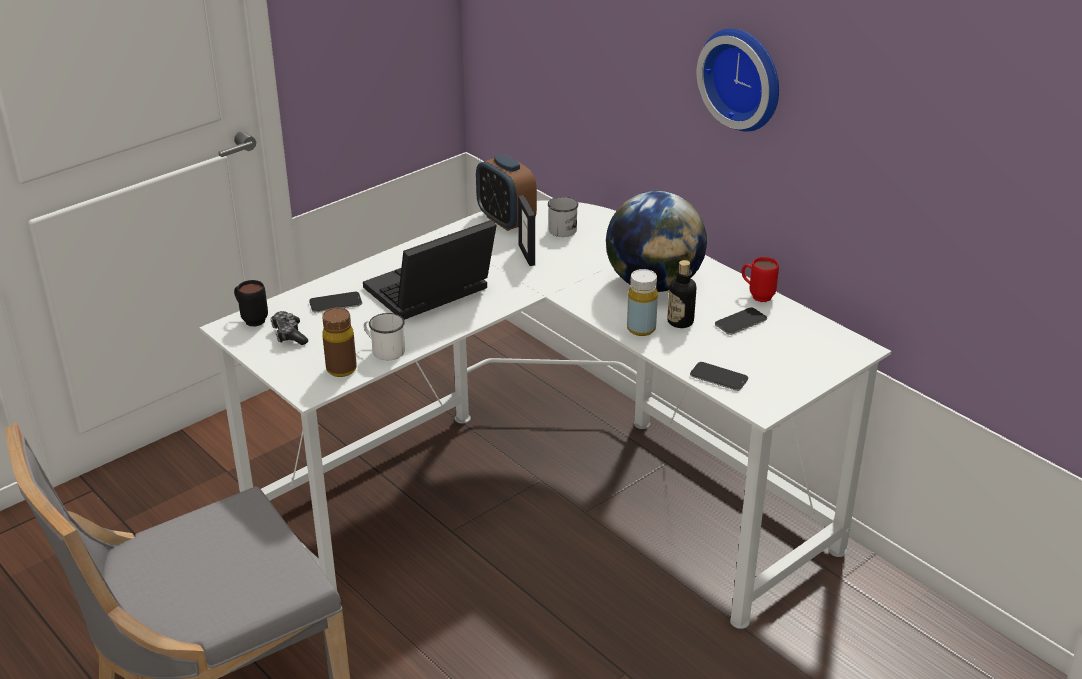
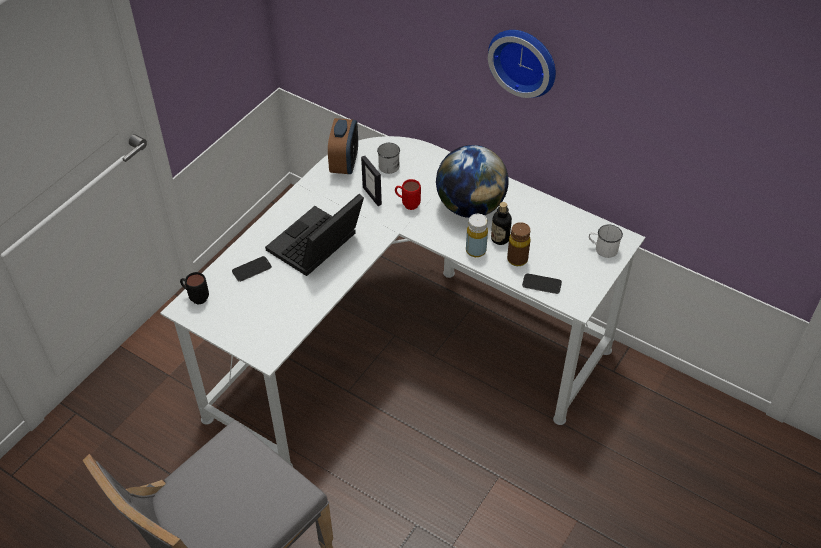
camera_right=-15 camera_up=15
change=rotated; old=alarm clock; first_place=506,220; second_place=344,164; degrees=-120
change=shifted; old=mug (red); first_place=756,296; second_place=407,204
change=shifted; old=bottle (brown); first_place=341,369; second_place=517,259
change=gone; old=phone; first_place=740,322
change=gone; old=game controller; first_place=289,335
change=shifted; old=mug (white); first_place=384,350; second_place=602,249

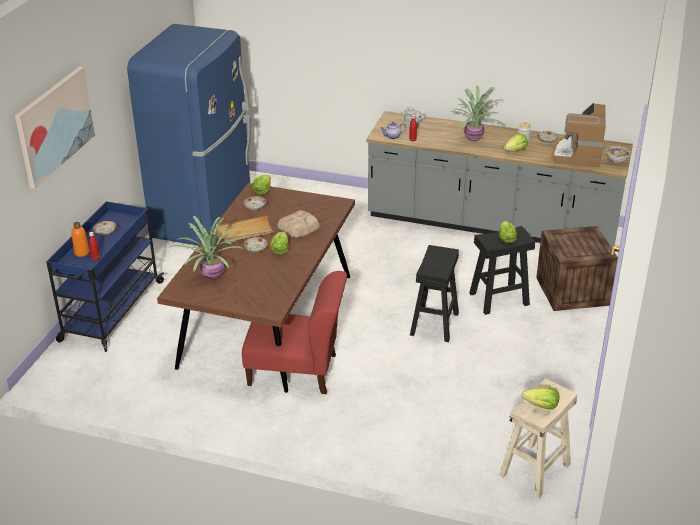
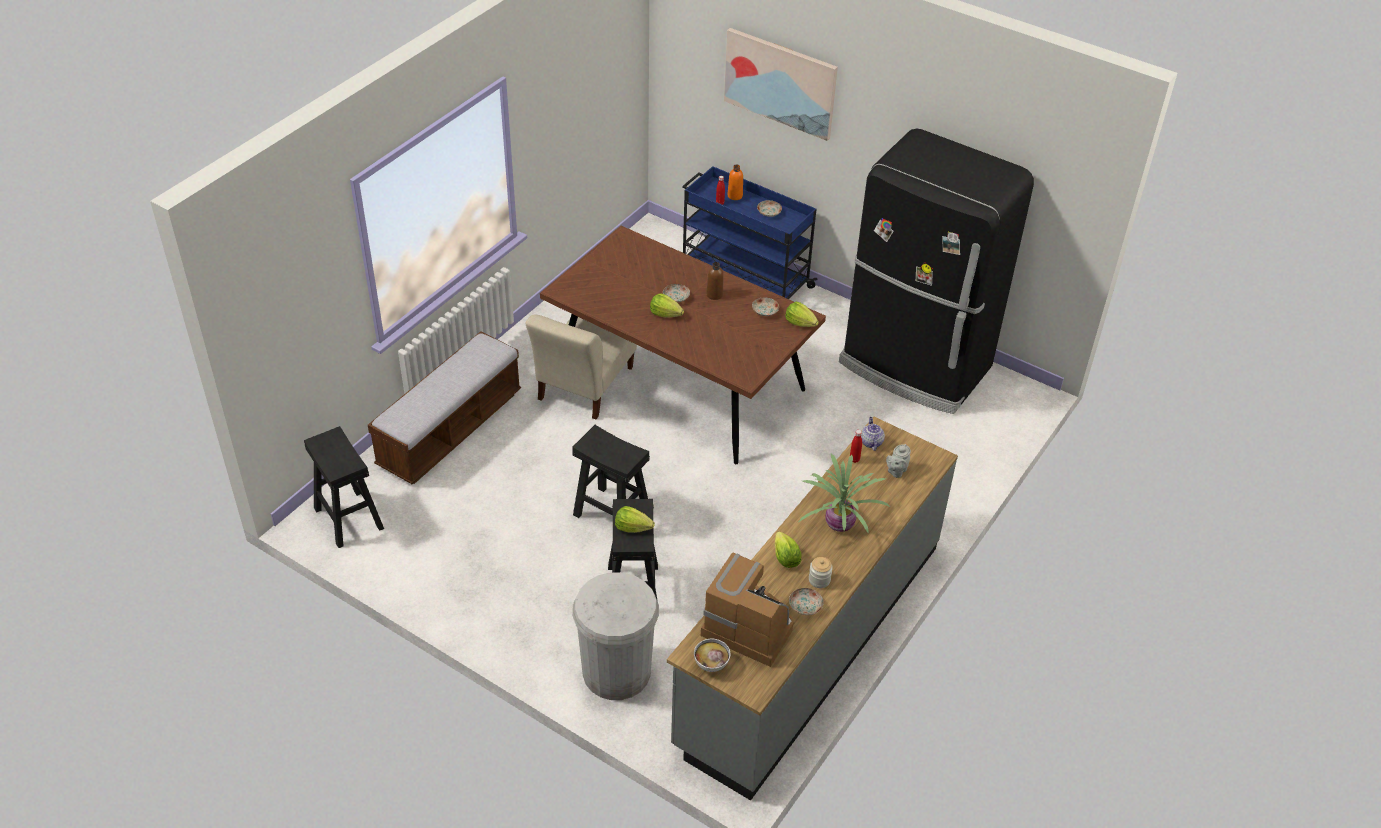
camera_right=105 camera_up=10
change=repainted; old=fridge (blue); new=fridge (black); first_place=205,217; second_place=915,366
change=gone; old=bread; first_place=299,227
change=gone; old=potted plant; first_place=211,275
change=swapped; old=tray (beige); new=bottle (brown); first_place=243,232; second_place=714,294
change=swapped; old=crate; new=trash can (white); first_place=572,291; second_place=616,672
change=repainted; old=chair (red); new=chair (beige); first_place=297,371; second_place=583,386
change=repainted; old=stool (beige); new=stool (black); first_place=535,470; second_place=348,518
change=gone; old=lettuce; first_place=541,405
change=new; new=bench; second_place=450,429

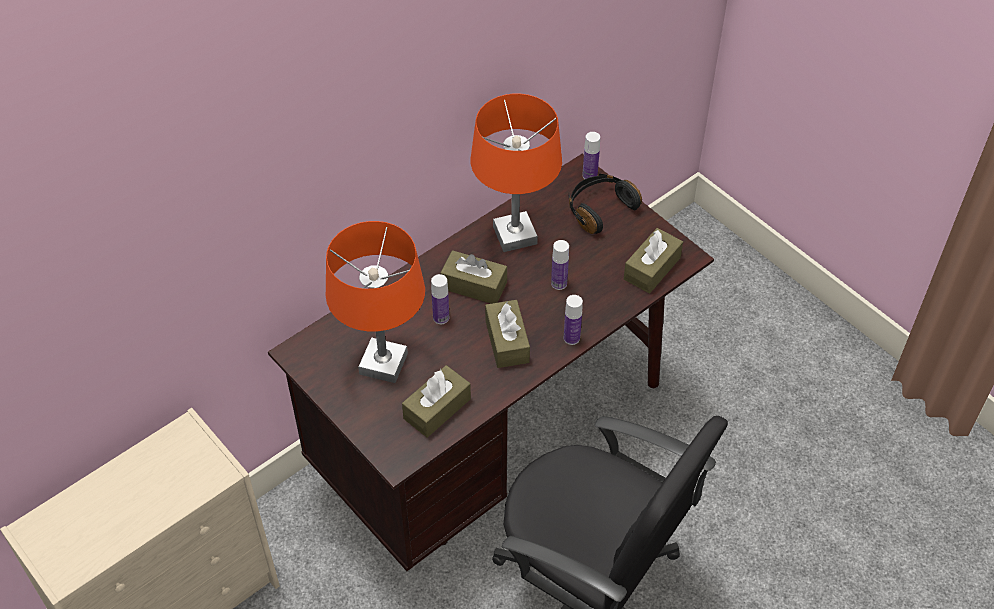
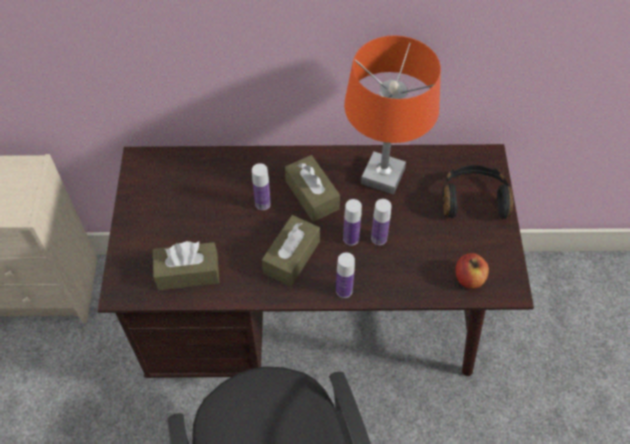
camera_right=40 camera_up=5
change=shifted; old=bottle; first_place=589,175; second_place=351,238
change=gone; old=table lamp (orange); first_place=383,364
change=swapped; old=tissue box (brown); new=apple; first_place=652,268; second_place=469,278

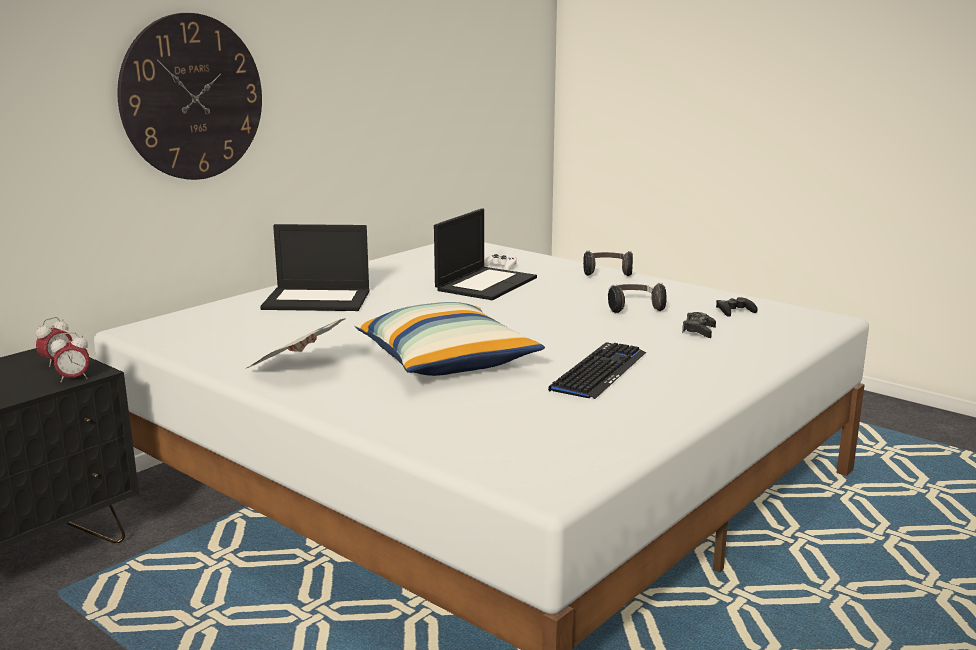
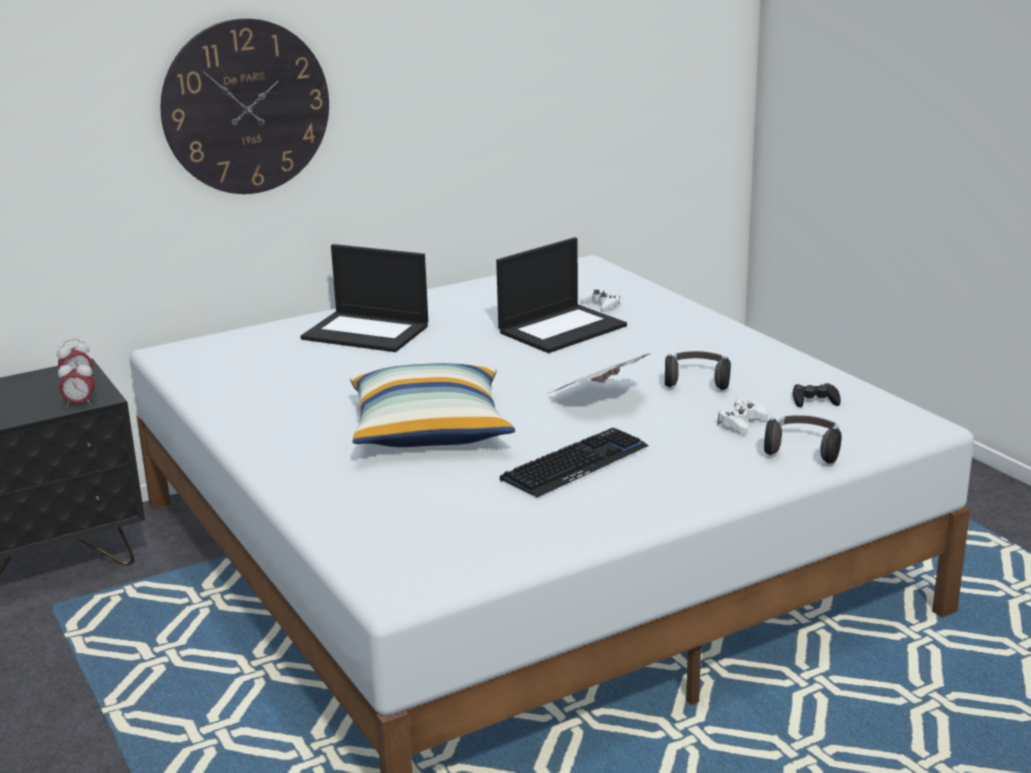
camera_right=20 camera_up=5
change=shifted; old=headphones; first_place=607,273; second_place=803,451
change=repainted; old=game controller (black); new=game controller (white); first_place=698,331; second_place=741,423
change=shifted; old=newspaper; first_place=297,369; second_place=598,399

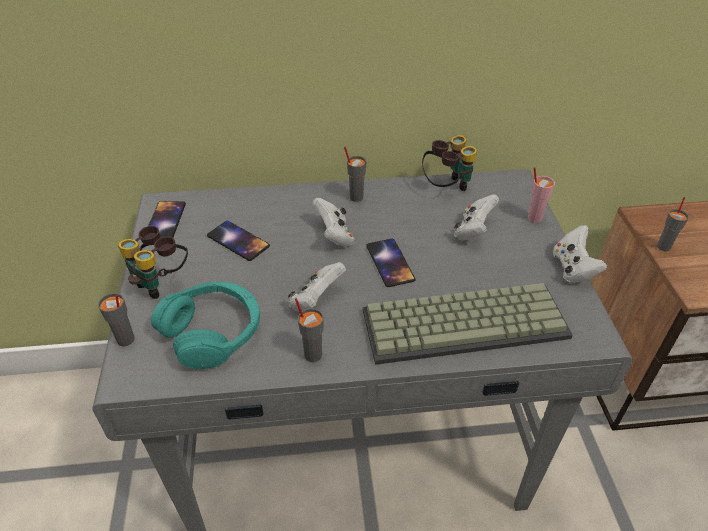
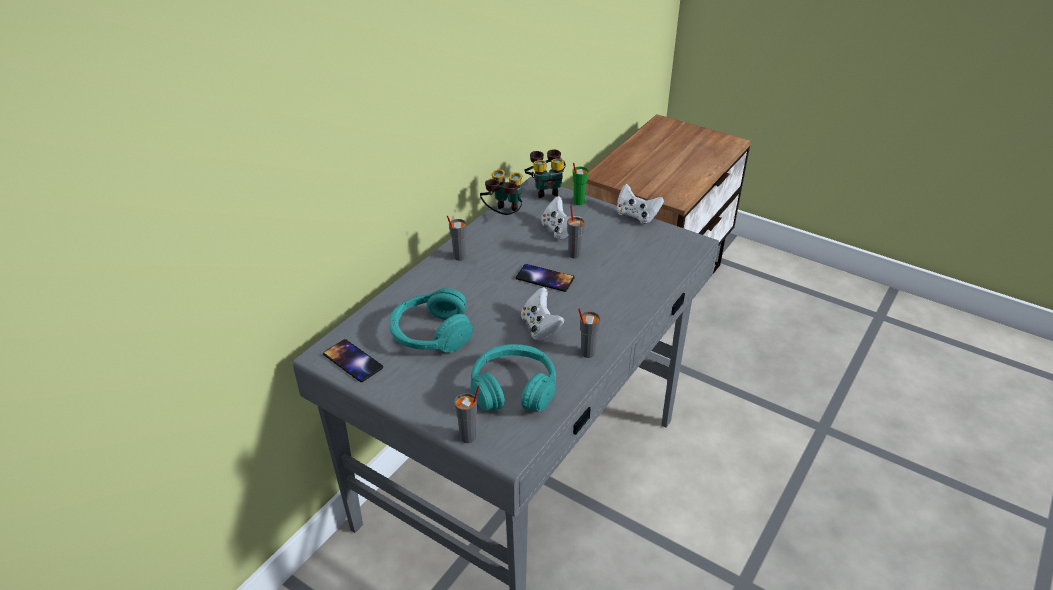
camera_right=-50 camera_up=-5
change=repainted; old=cup (pink); new=cup (green); first_place=534,218; second_place=578,202
change=shifted; old=cup (grey); first_place=664,246; second_place=574,254
change=gone; old=game controller (white); first_place=334,236
change=swapped; old=phone; new=headphones (turquoise); first_place=238,241; second_place=431,333
change=shifted; old=binoculars; first_place=162,282; second_place=546,190
change=gone; old=keyboard; first_place=465,321

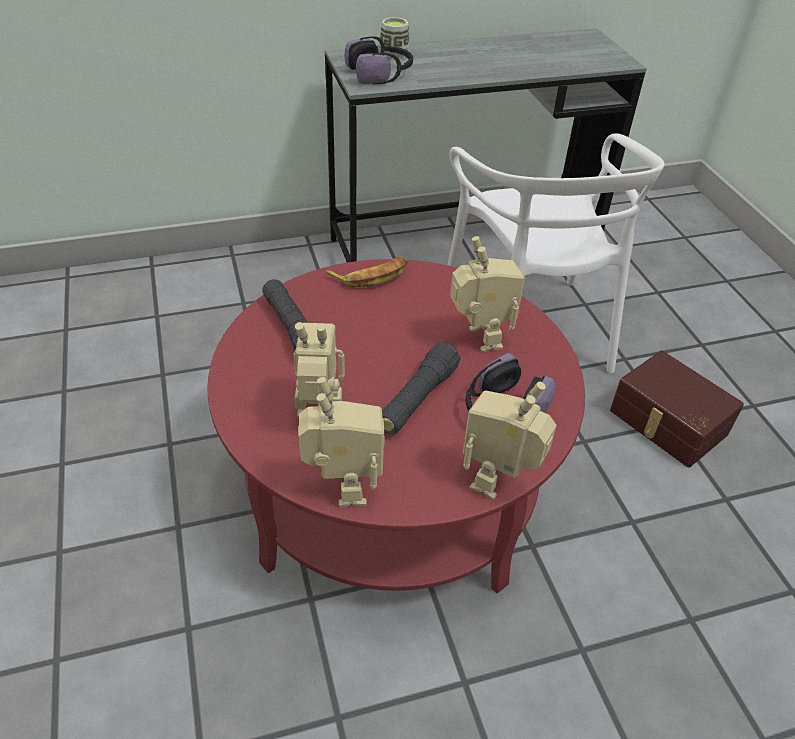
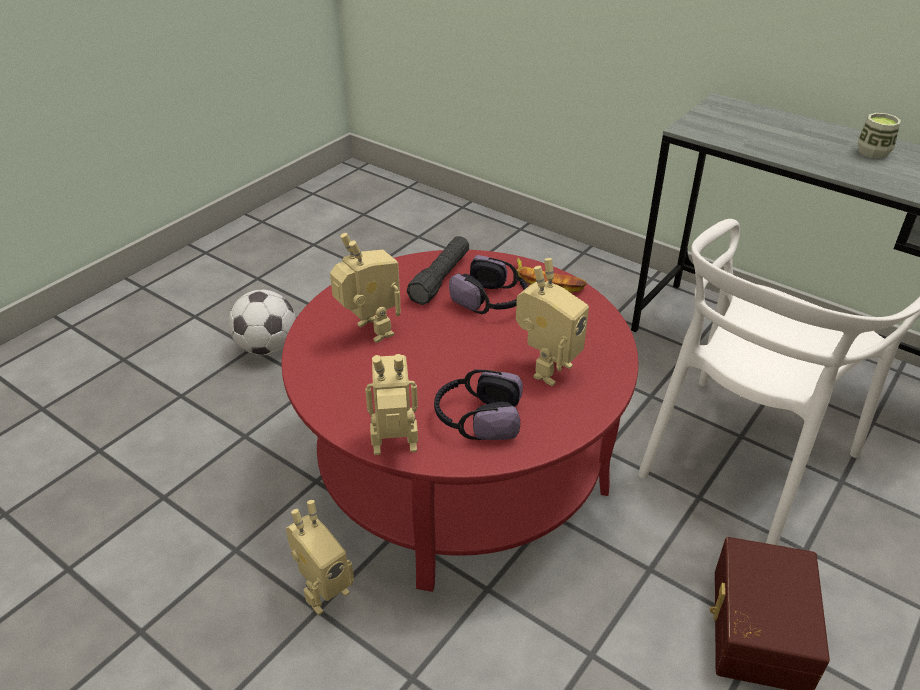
camera_right=55 camera_up=-5
change=shifted; old=cup; first_place=394,53; second_place=873,152
change=shifted; old=headphones; first_place=381,74; second_place=491,301
change=gone; old=flashlight (black); first_place=417,399
change=shifted; old=toy robot; first_place=342,488; second_place=323,592
change=new; new=football; second_place=267,347

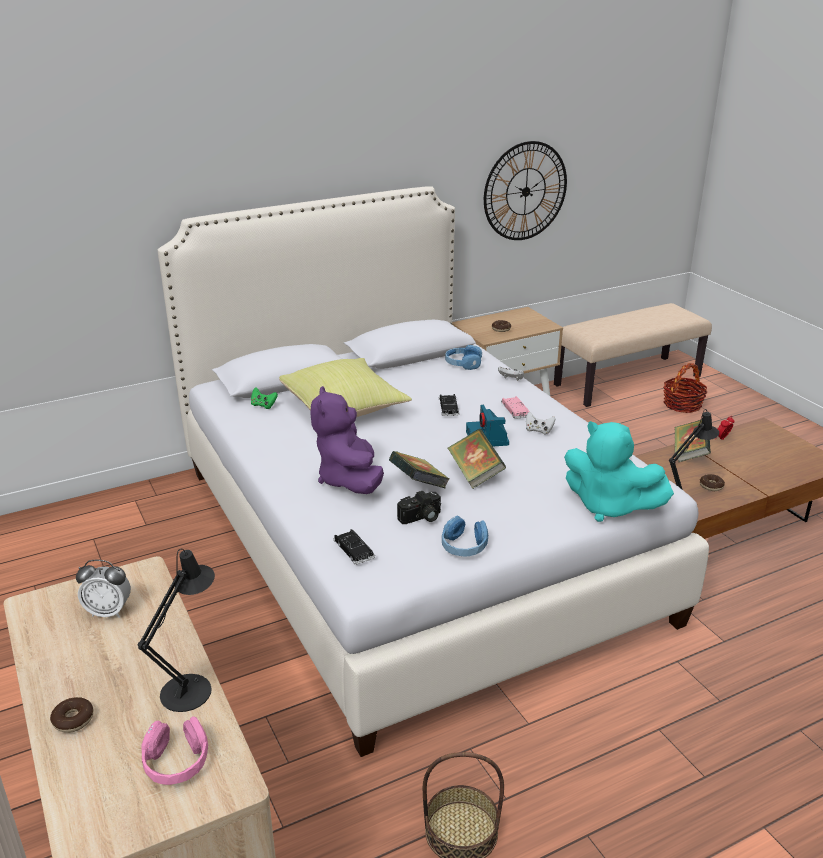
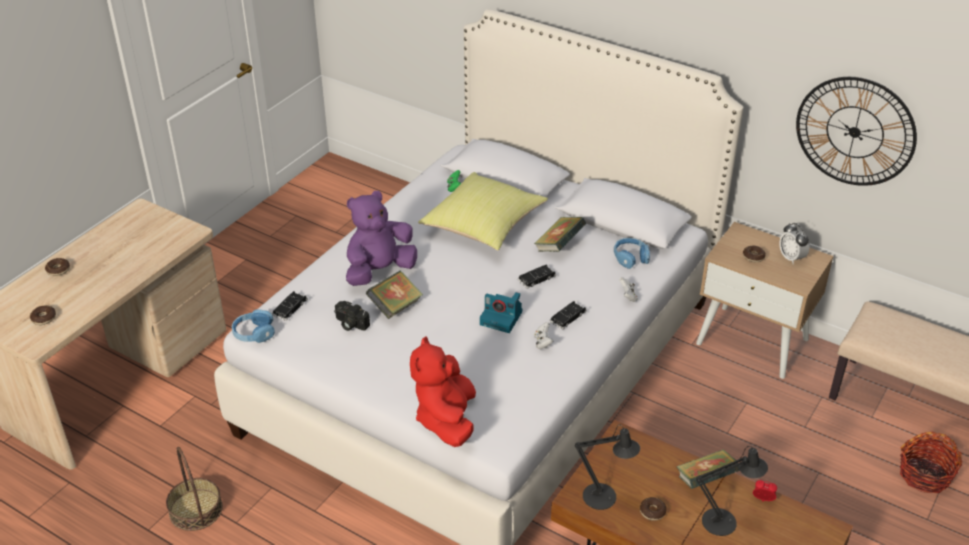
camera_right=60 camera_up=10
change=repainted; old=toy car (pink); new=toy car (black); first_place=515,410; second_place=568,317
change=rotated; old=photo camera; first_place=487,438; second_place=502,318; degrees=-120
change=repainted; old=plush toy (turquoise); new=plush toy (red); first_place=609,506; second_place=446,419
change=shifted; old=book; first_place=475,474; second_place=559,246
change=shifted; old=headphones (blue); first_place=464,546; second_place=254,333
change=shifted; old=table lamp (black); first_place=191,687; second_place=724,522
change=shifted; old=alarm clock; first_place=108,612; second_place=791,258
change=swapped; old=headphones (pink); new=donut; first_place=176,761; second_place=44,318

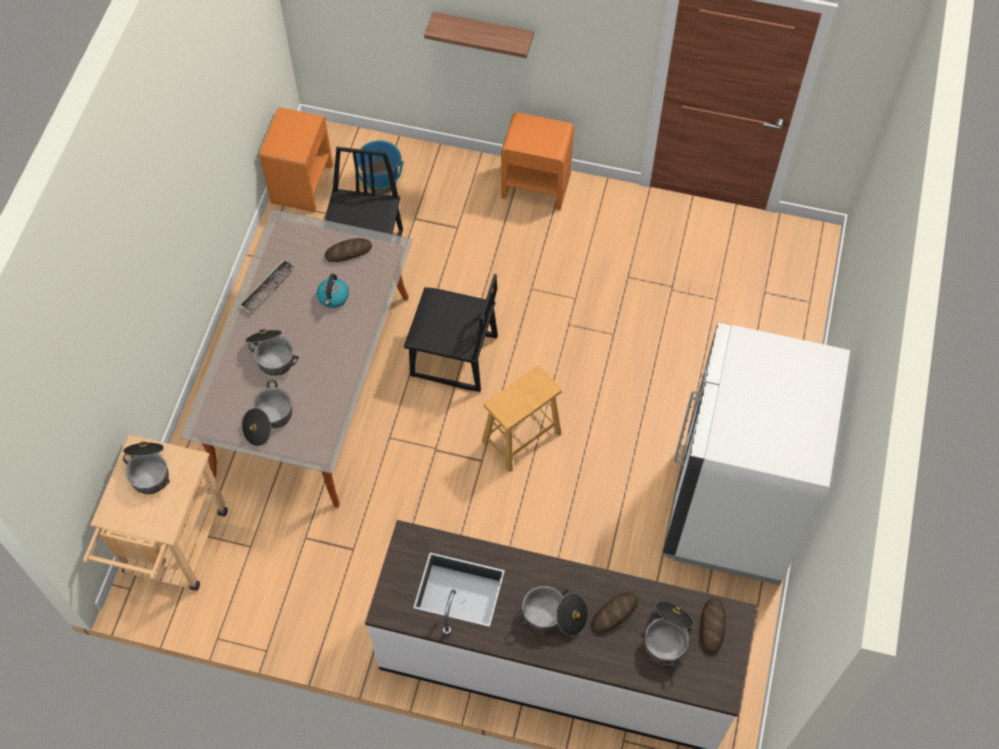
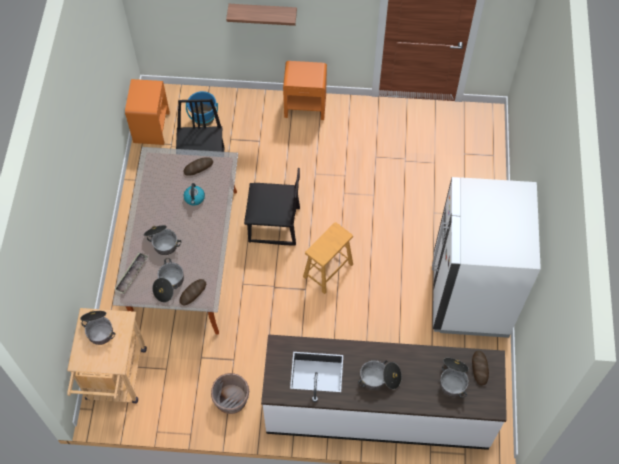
camera_right=-10 camera_up=0
change=shifted; old=tray; first_place=268,288; second_place=132,274
change=shifted; old=bread; first_place=614,613; second_place=193,293
change=new; new=planter (grey); second_place=231,399

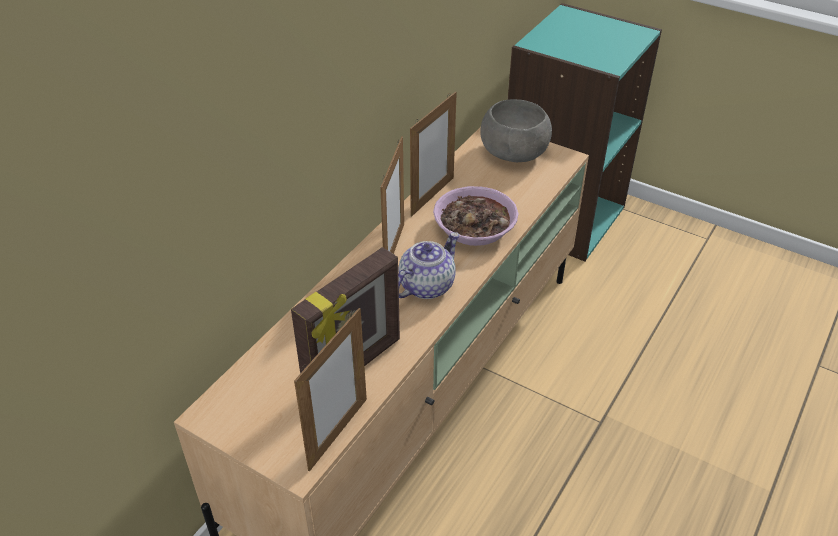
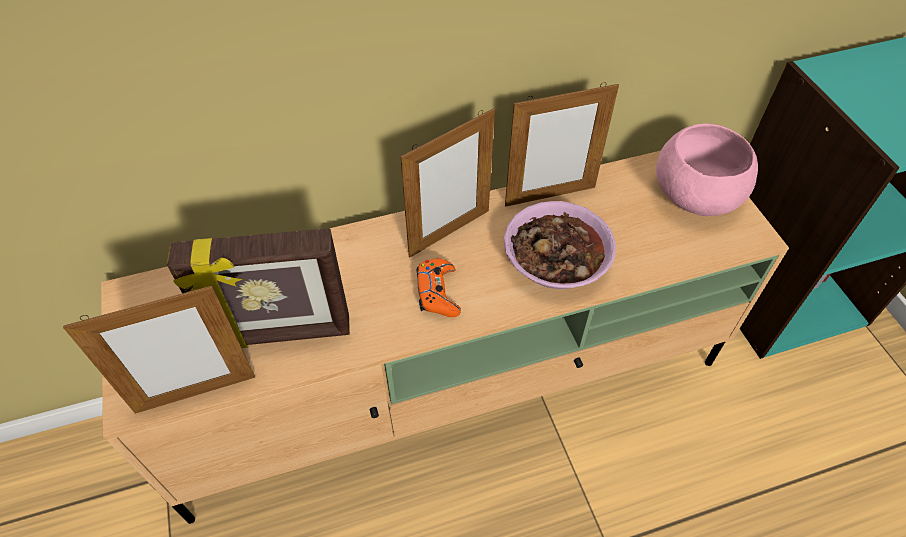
camera_right=40 camera_up=10
change=repainted; old=bowl (grey); new=bowl (pink); first_place=514,152; second_place=697,195
change=swapped; old=teapot; new=game controller (orange); first_place=426,285; second_place=438,293

